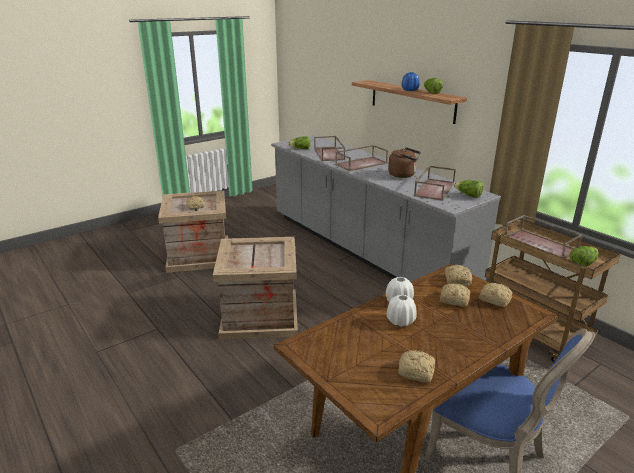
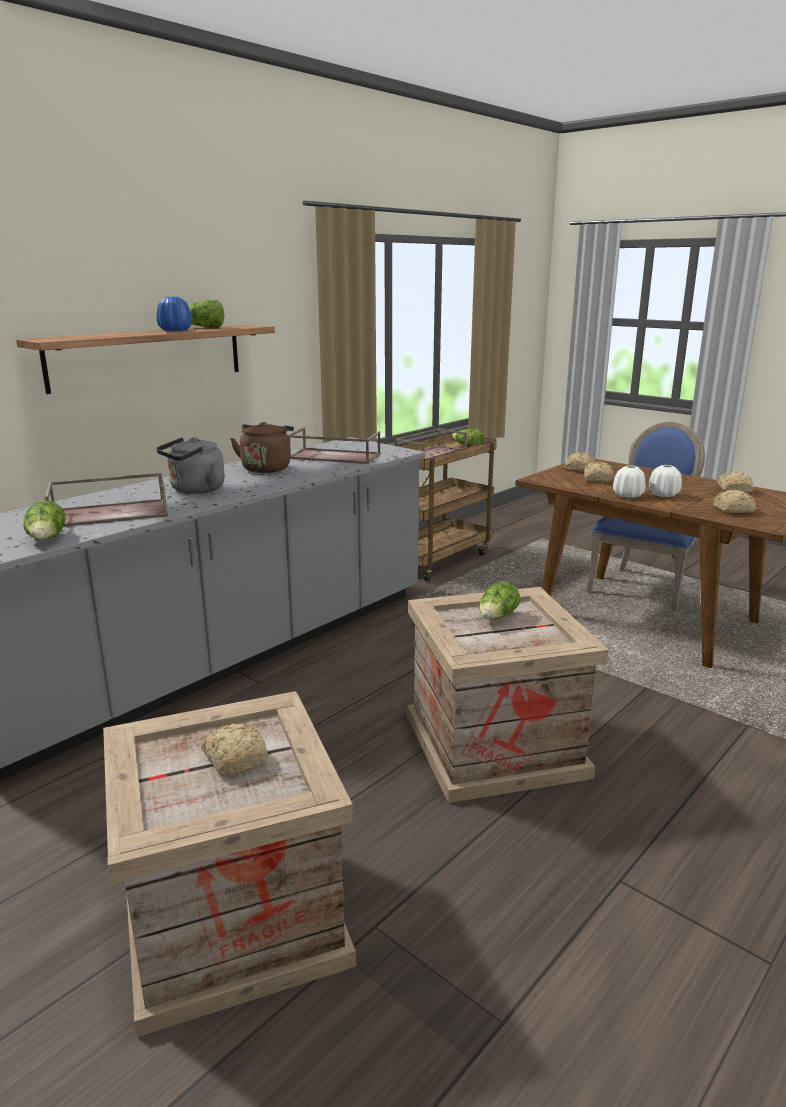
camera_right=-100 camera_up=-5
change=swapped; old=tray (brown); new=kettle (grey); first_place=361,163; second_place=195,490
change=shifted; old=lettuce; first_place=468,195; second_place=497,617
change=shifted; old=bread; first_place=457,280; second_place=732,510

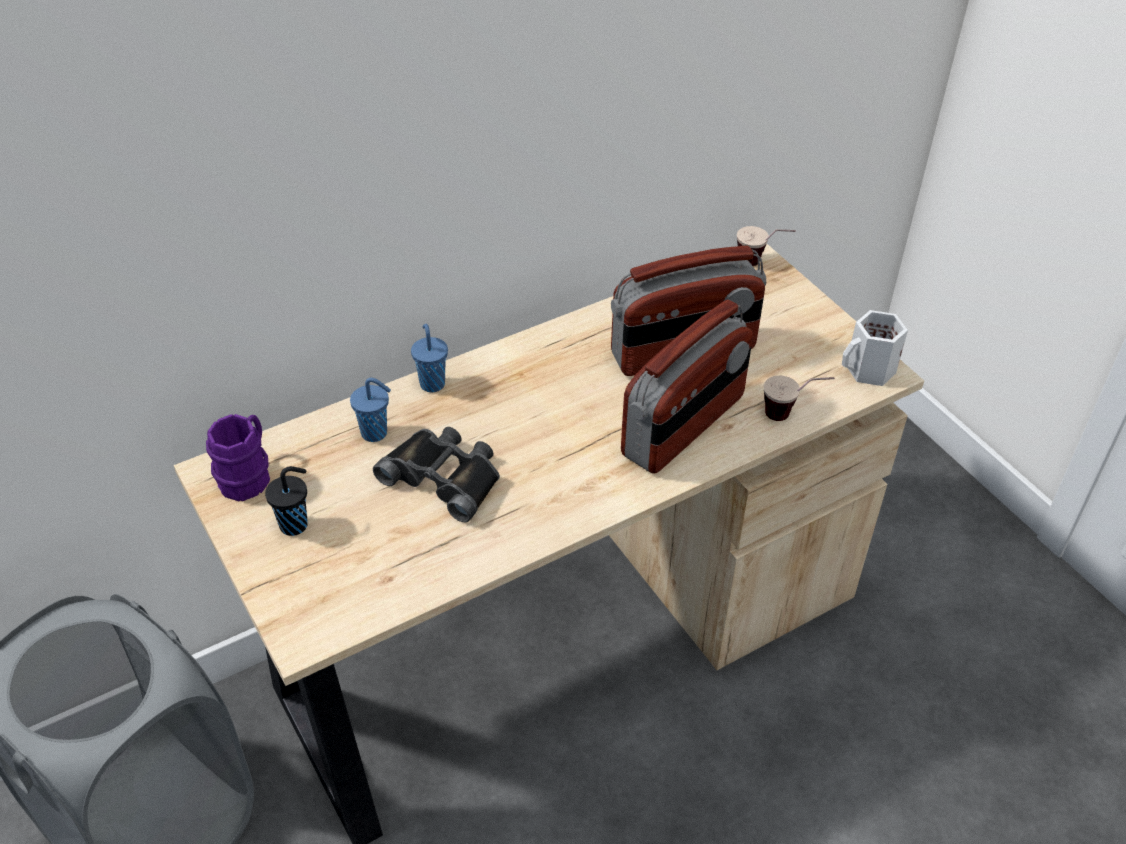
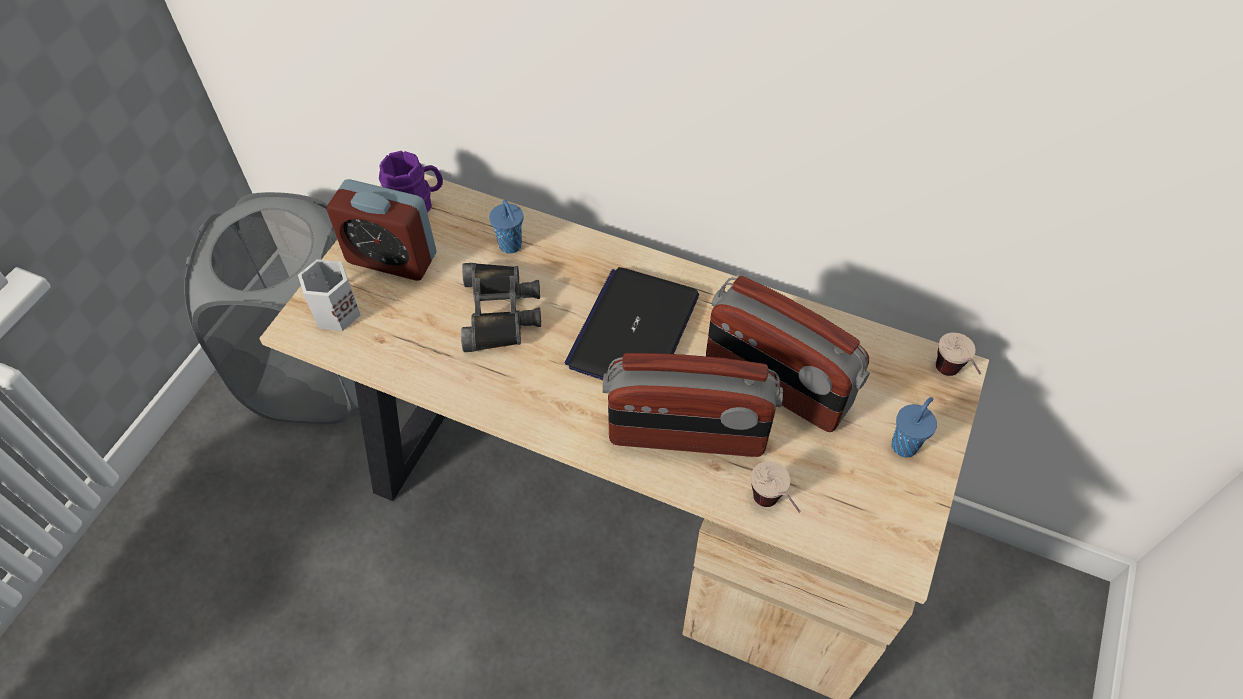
camera_right=55 camera_up=10
change=shifted; old=mug (white); first_place=869,371; second_place=334,312
change=shifted; old=cup (blue); first_place=432,383; second_place=905,445
change=swapped; old=cup (black); new=alarm clock; first_place=295,524; second_place=392,258
change=new; new=laptop; second_place=634,331

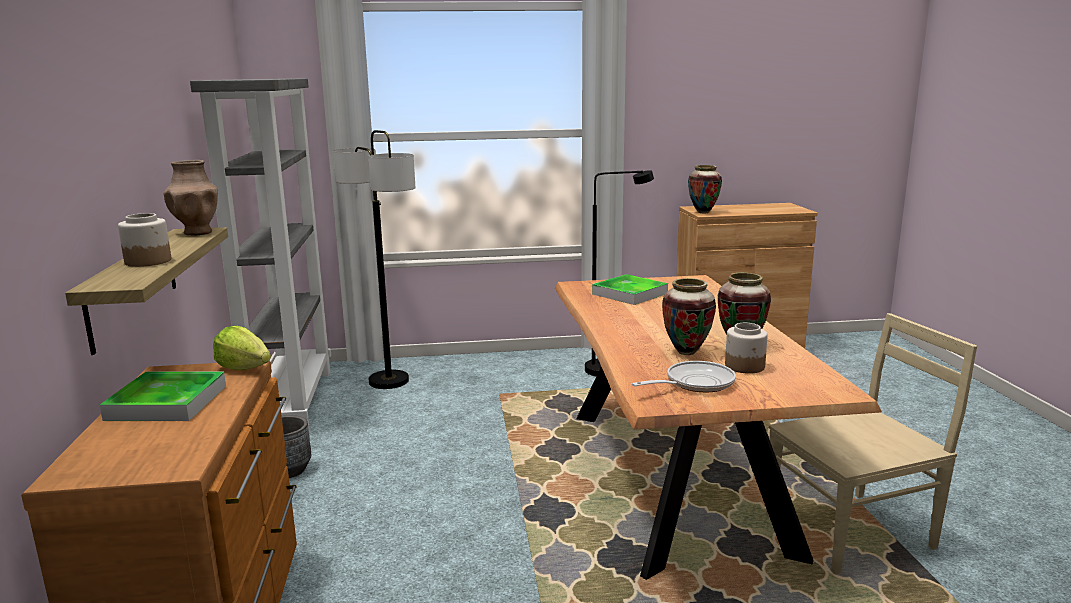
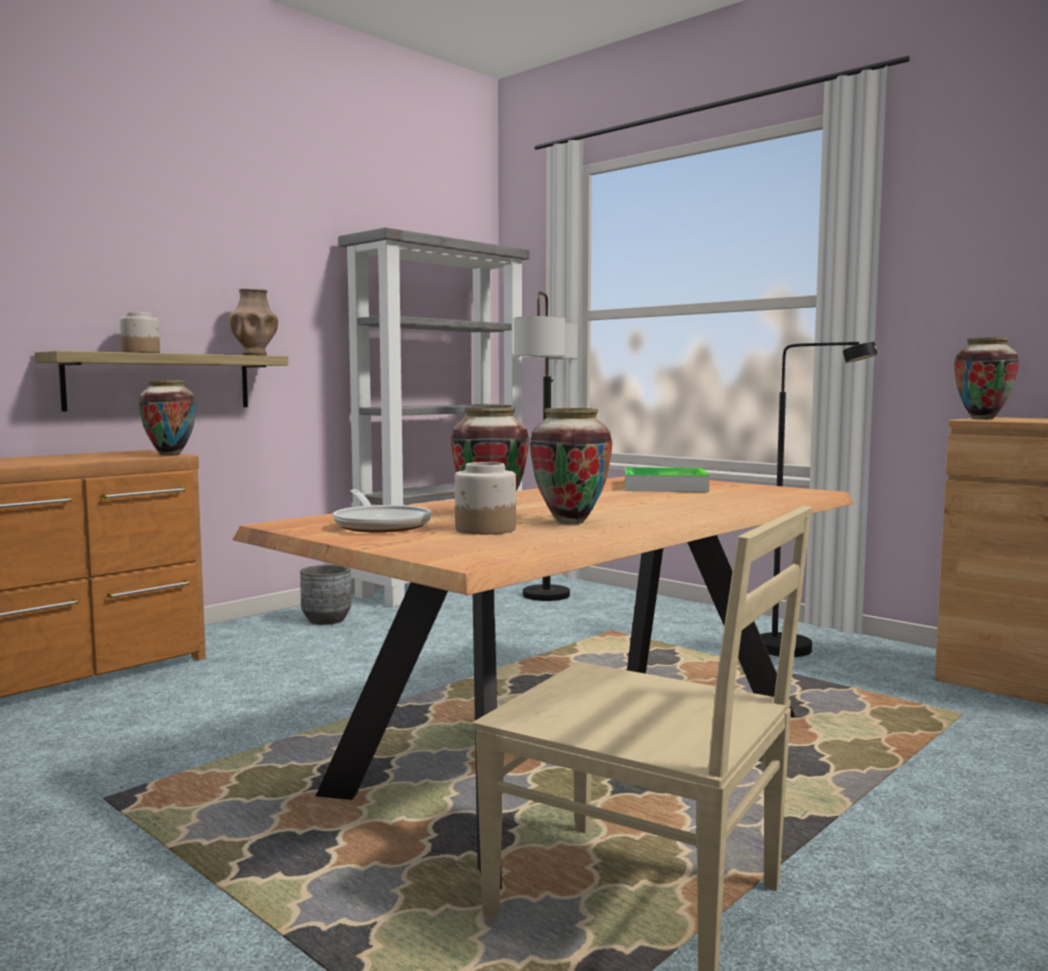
camera_right=50 camera_up=-10
change=swapped; old=lettuce; new=vase; first_place=244,368; second_place=170,455
change=rotated; old=frying pan; first_place=694,383; second_place=380,525; degrees=45
change=gone; old=tray; first_place=167,402

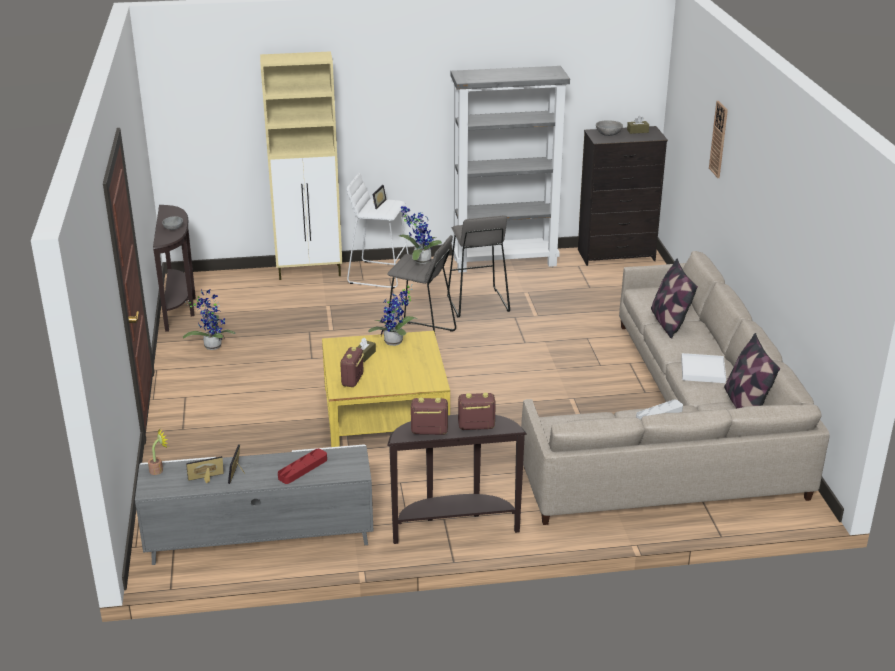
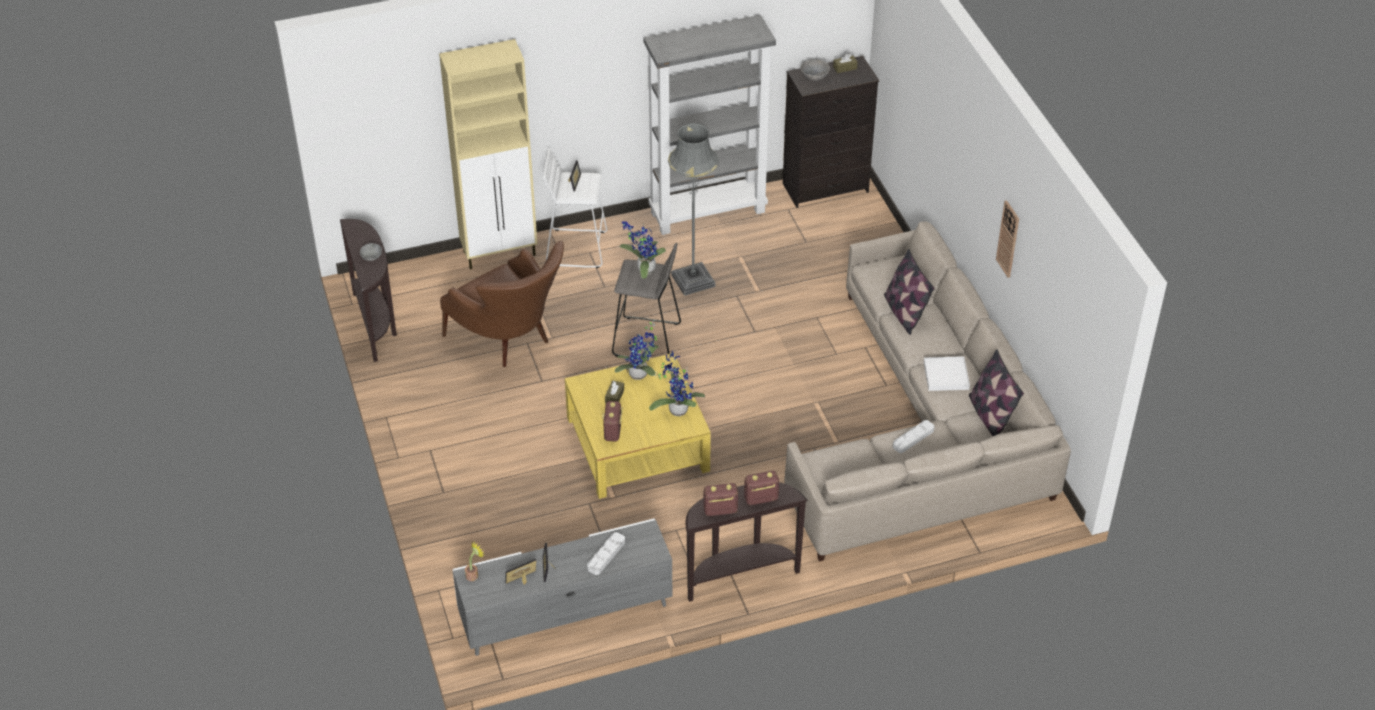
camera_right=-10 camera_up=15
change=shifted; old=wall clock; first_place=719,139; second_place=1008,239
change=swapped; old=stool (grey); new=floor lamp (grey); first_place=477,303; second_place=693,280
change=shifted; old=potted plant; first_place=212,345; second_place=677,408
change=repainted; old=tray (red); new=tray (grey); first_place=302,469; second_place=606,555
change=new; new=armchair (brown); second_place=511,341

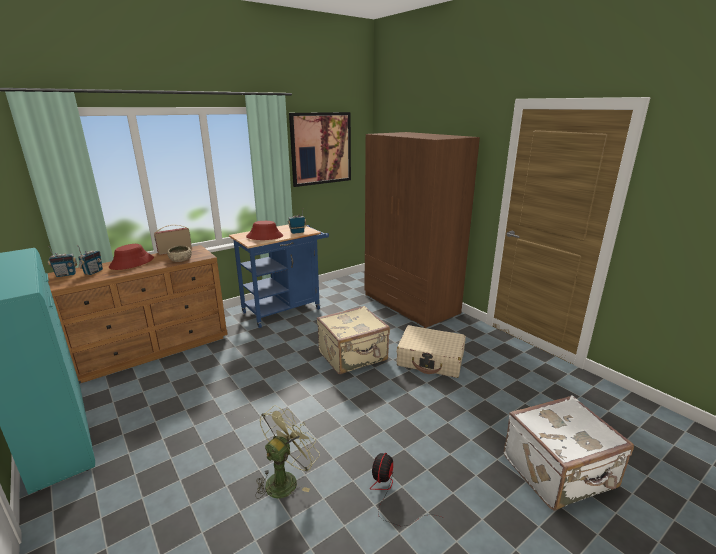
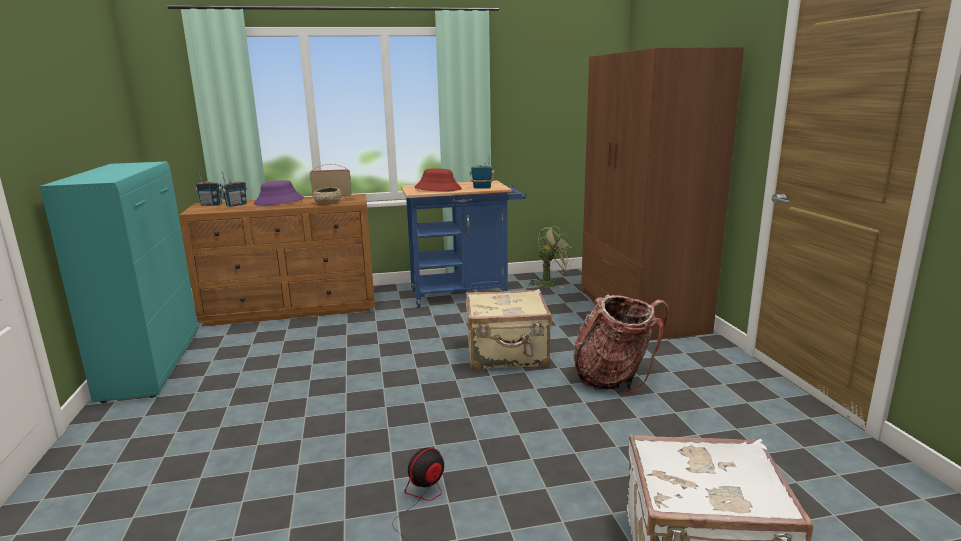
camera_right=25 camera_up=-5
change=gone; old=picture; first_place=321,148
change=repainted; old=hat (red); new=hat (purple); first_place=132,263; second_place=279,201
change=swapped; old=suitcase (beige); new=backpack; first_place=431,359; second_place=614,378
change=shifted; old=fan (green); first_place=285,479; second_place=550,283

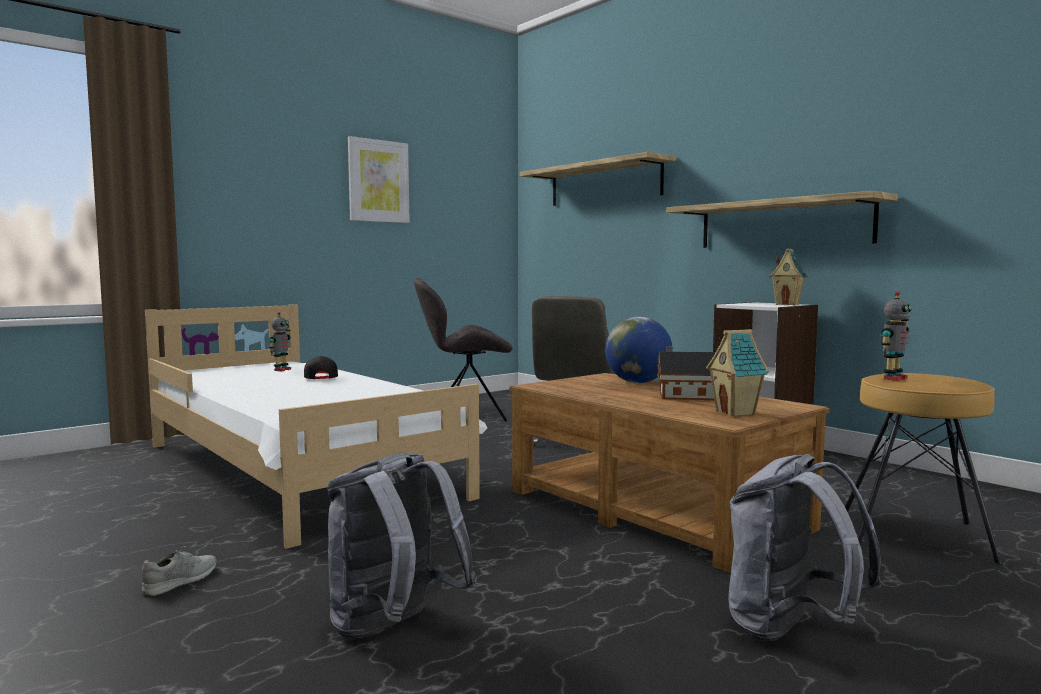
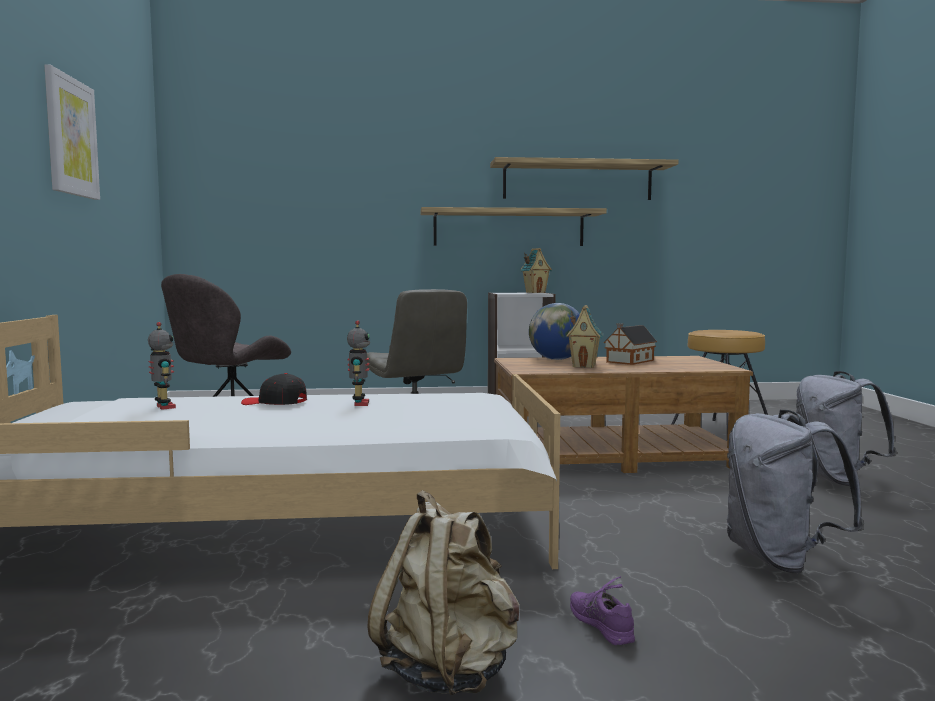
camera_right=-55 camera_up=0
change=shifted; old=shelf; first_place=604,183; second_place=577,181
change=shifted; old=toy robot; first_place=893,378; second_place=359,404
change=shifted; old=toy house; first_place=736,412; second_place=584,366
change=repainted; old=shoe (grey); new=shoe (purple); first_place=181,580; second_place=601,623
change=new; new=backpack (beige); second_place=448,670

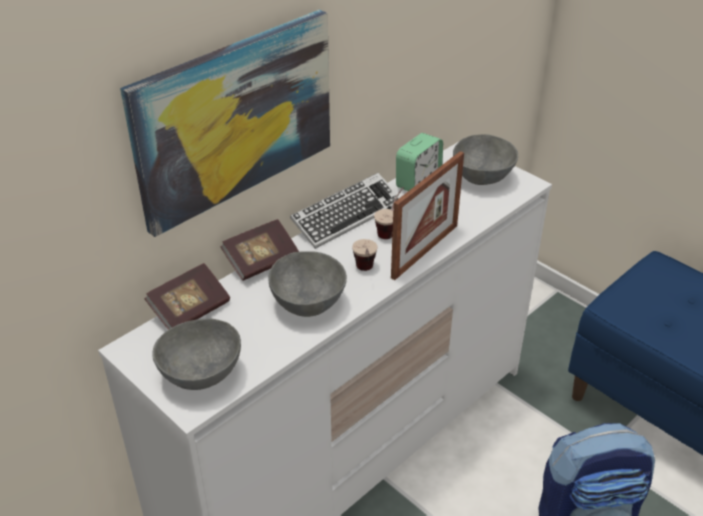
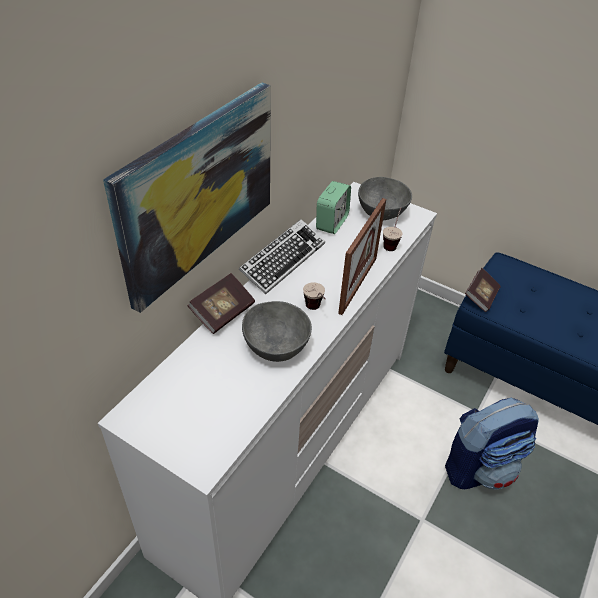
camera_right=-15 camera_up=5
change=shifted; old=cup; first_place=390,229; second_place=391,243
change=shifted; old=book; first_place=190,310; second_place=480,296
change=gone; old=bowl (grey); first_place=203,375

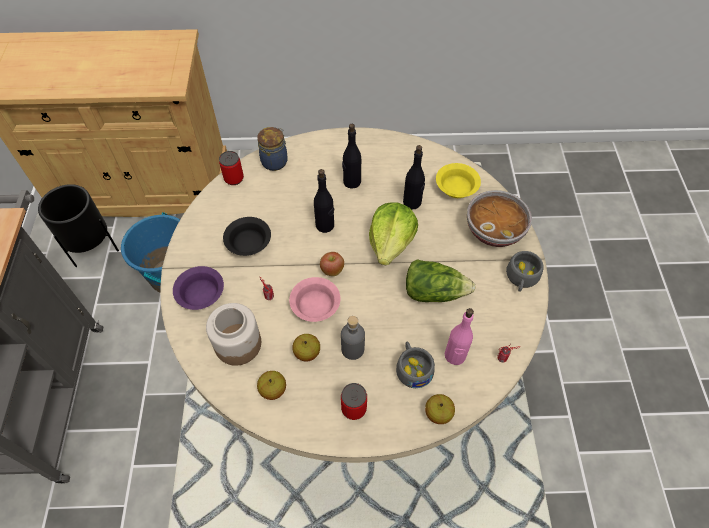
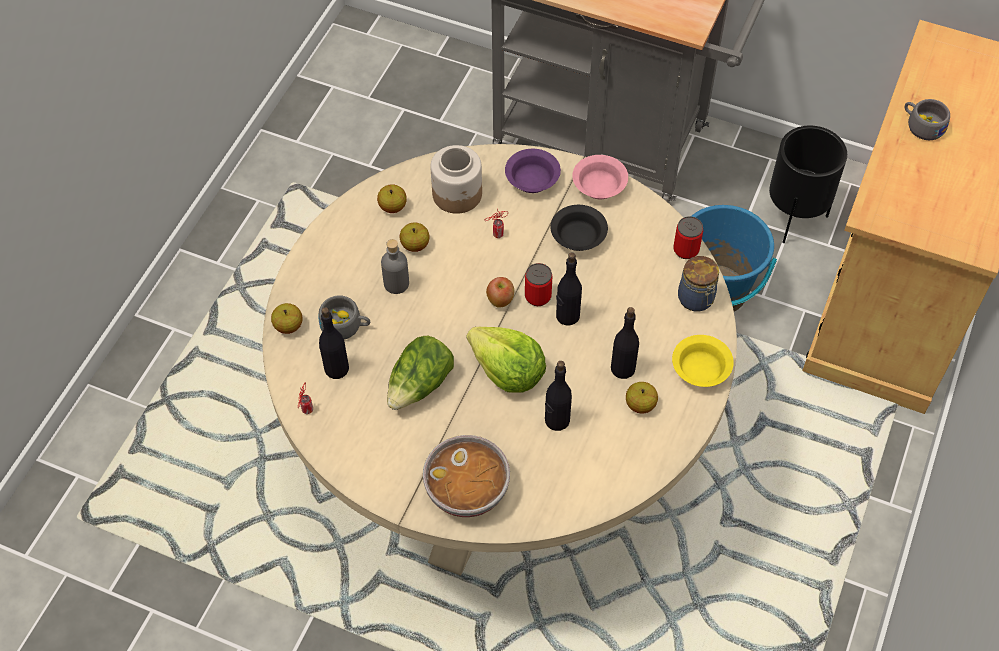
camera_right=115 camera_up=0
change=shifted; old=bowl (yellow); first_place=455,188; second_place=701,368
change=shifted; old=cup (grey); first_place=521,278; second_place=922,125
change=shifted; old=bowl (pink); first_place=315,307; second_place=598,185
change=repainted; old=bottle (pink); new=bottle (black); first_place=455,355; second_place=336,368
change=shifted; old=can; first_place=354,408; second_place=538,296
change=new; new=apple; second_place=640,405

